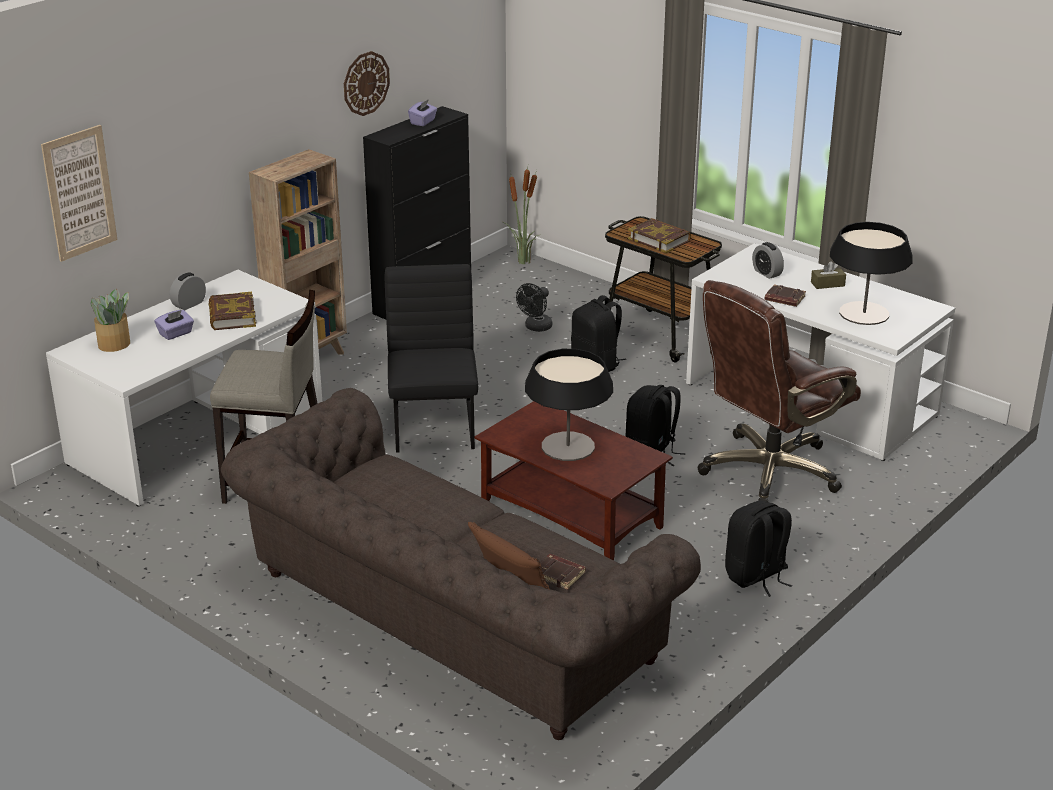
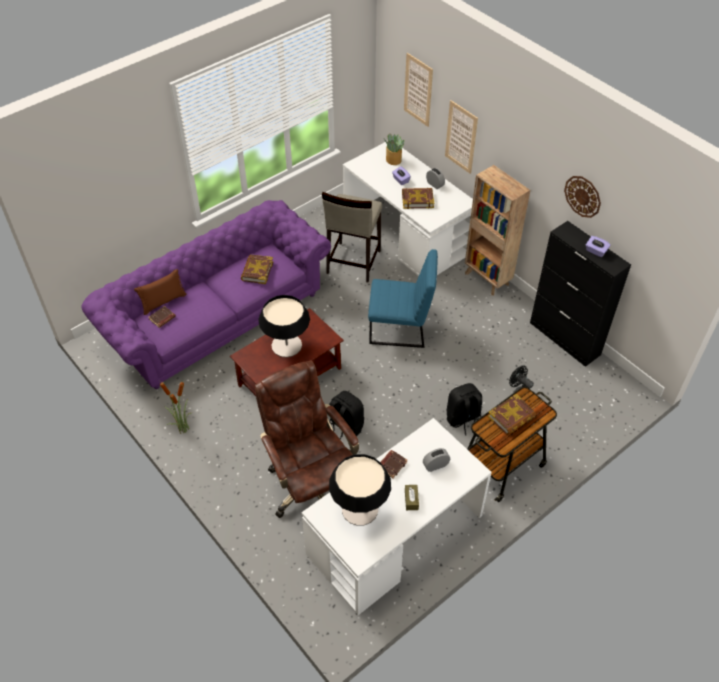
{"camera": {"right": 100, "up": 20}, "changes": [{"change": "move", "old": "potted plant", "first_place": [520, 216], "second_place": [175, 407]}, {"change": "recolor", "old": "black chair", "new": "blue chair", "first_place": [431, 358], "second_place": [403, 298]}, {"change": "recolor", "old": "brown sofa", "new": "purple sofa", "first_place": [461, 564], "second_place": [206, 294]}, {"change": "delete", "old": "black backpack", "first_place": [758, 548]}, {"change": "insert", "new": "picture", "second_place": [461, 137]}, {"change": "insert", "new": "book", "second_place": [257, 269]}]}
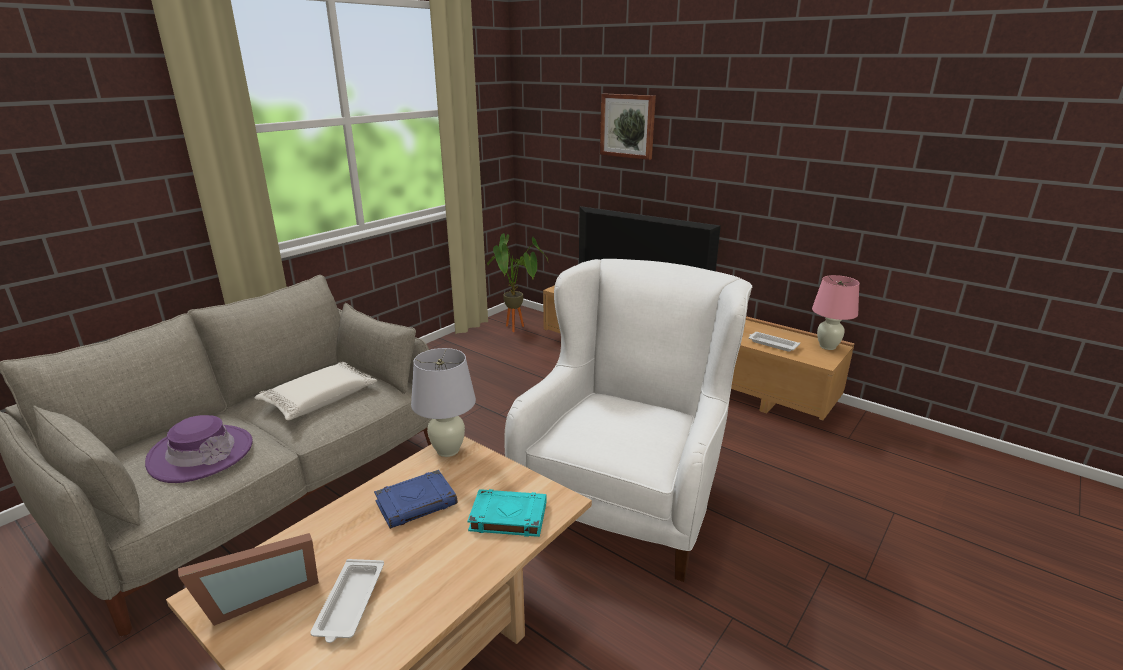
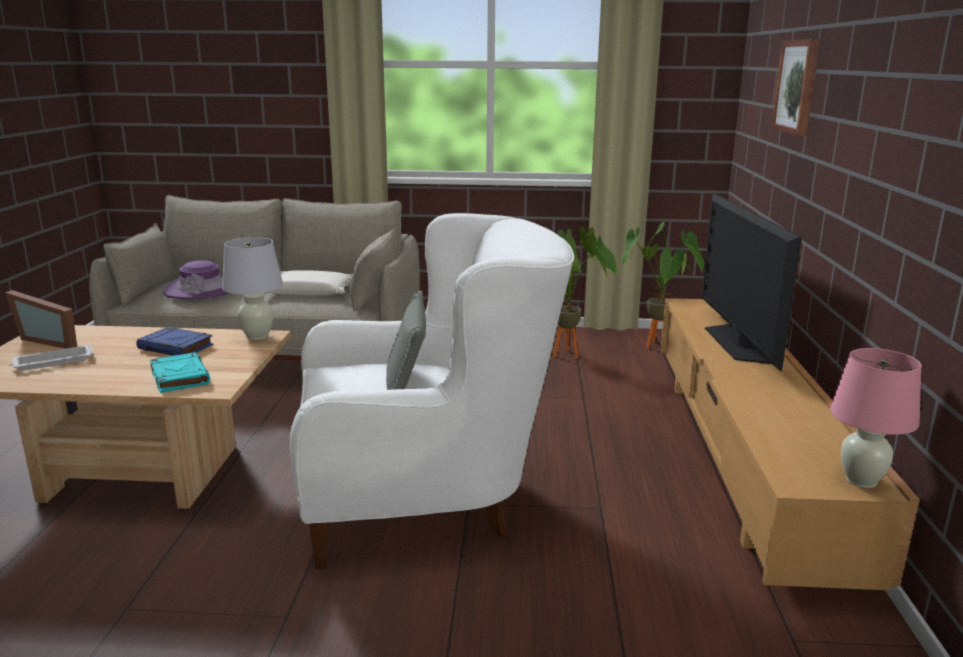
{"camera": {"right": 55, "up": -5}, "changes": [{"change": "delete", "old": "white tray", "first_place": [774, 342]}, {"change": "insert", "new": "potted plant", "second_place": [585, 293]}, {"change": "insert", "new": "grey pillow", "second_place": [406, 340]}]}
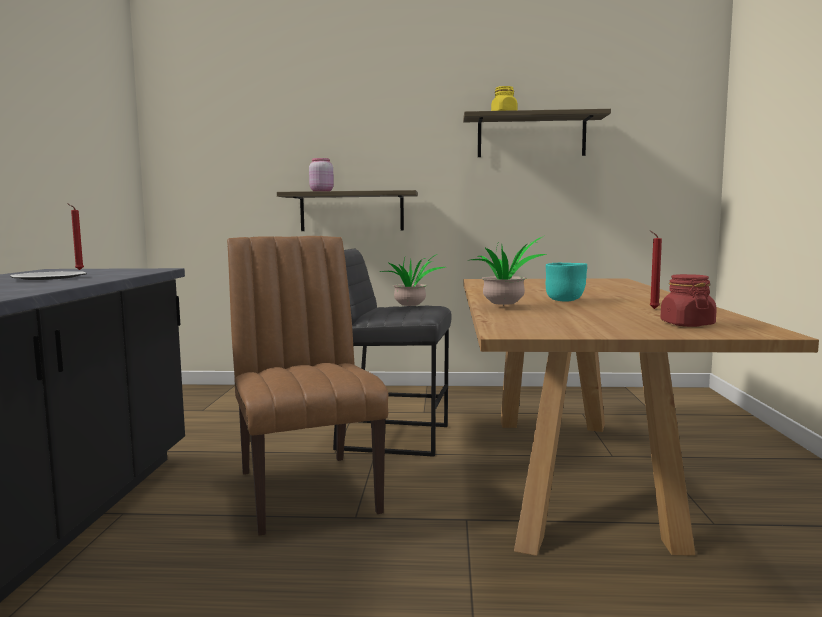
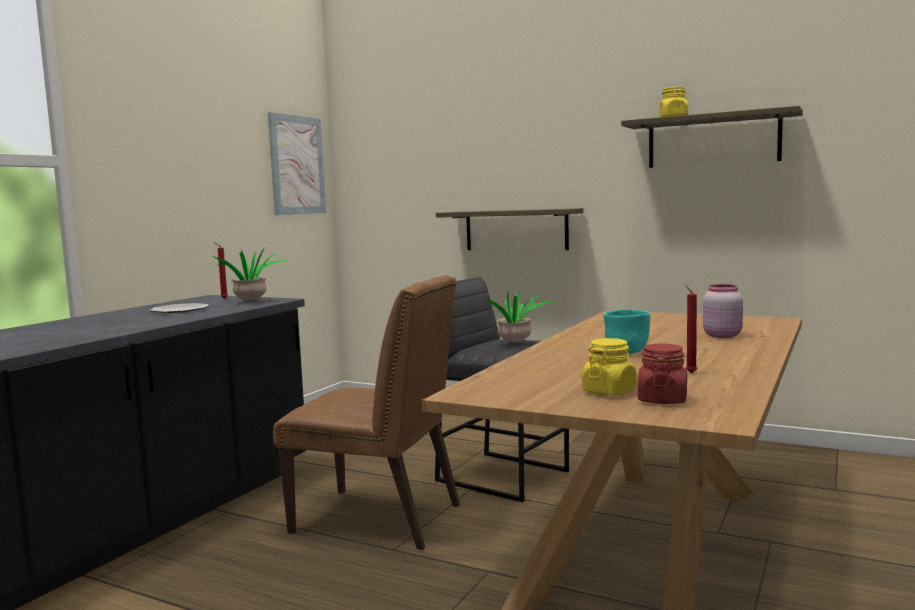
{"camera": {"right": 25, "up": 0}, "changes": [{"change": "move", "old": "pink jar", "first_place": [321, 174], "second_place": [723, 311]}, {"change": "rotate", "old": "brown chair", "first_place": [308, 386], "second_place": [366, 412], "degrees": 105}, {"change": "move", "old": "potted plant", "first_place": [507, 271], "second_place": [249, 275]}, {"change": "insert", "new": "picture", "second_place": [297, 163]}, {"change": "insert", "new": "yellow jar", "second_place": [609, 367]}]}
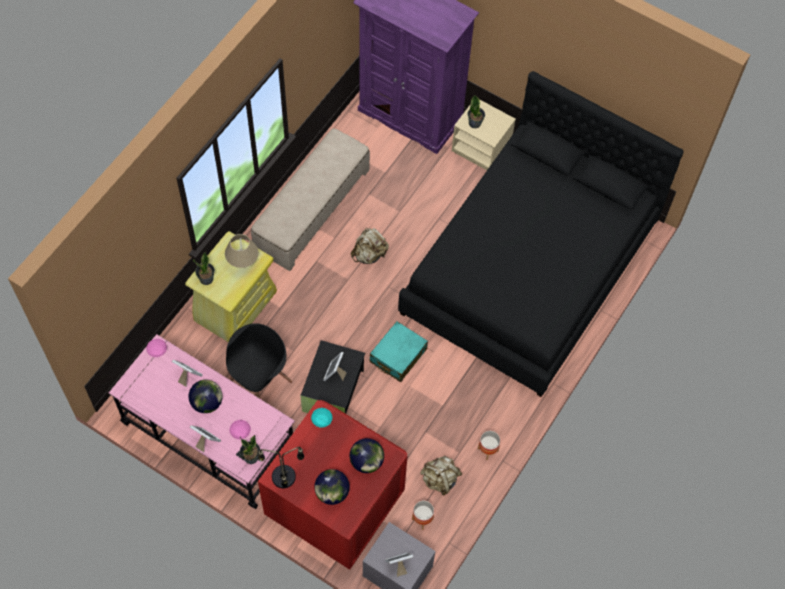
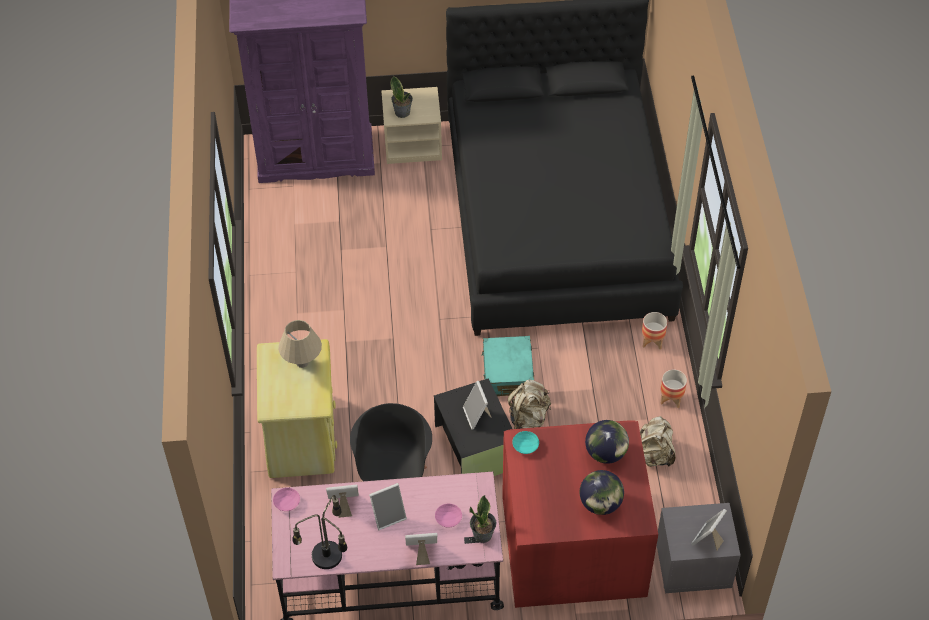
{"camera": {"right": -35, "up": -10}, "changes": [{"change": "delete", "old": "beige bench", "first_place": [310, 199]}, {"change": "move", "old": "beige backpack", "first_place": [370, 246], "second_place": [529, 404]}, {"change": "delete", "old": "potted plant", "first_place": [204, 268]}, {"change": "replace", "old": "globe", "new": "picture frame", "first_place": [206, 396], "second_place": [388, 506]}, {"change": "move", "old": "table lamp", "first_place": [281, 467], "second_place": [319, 532]}, {"change": "move", "old": "planter", "first_place": [423, 515], "second_place": [654, 330]}]}
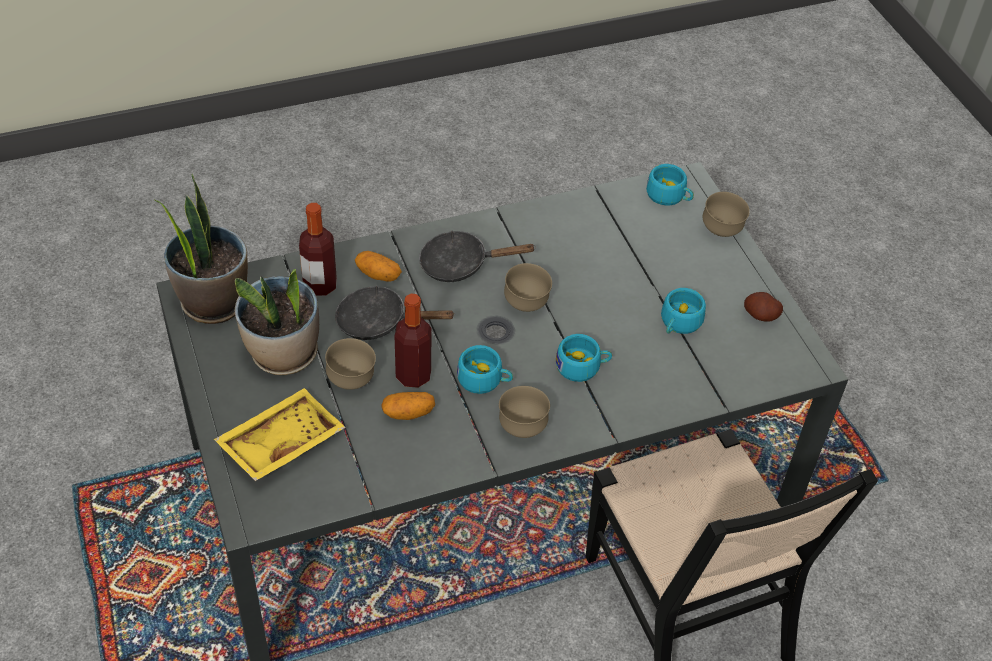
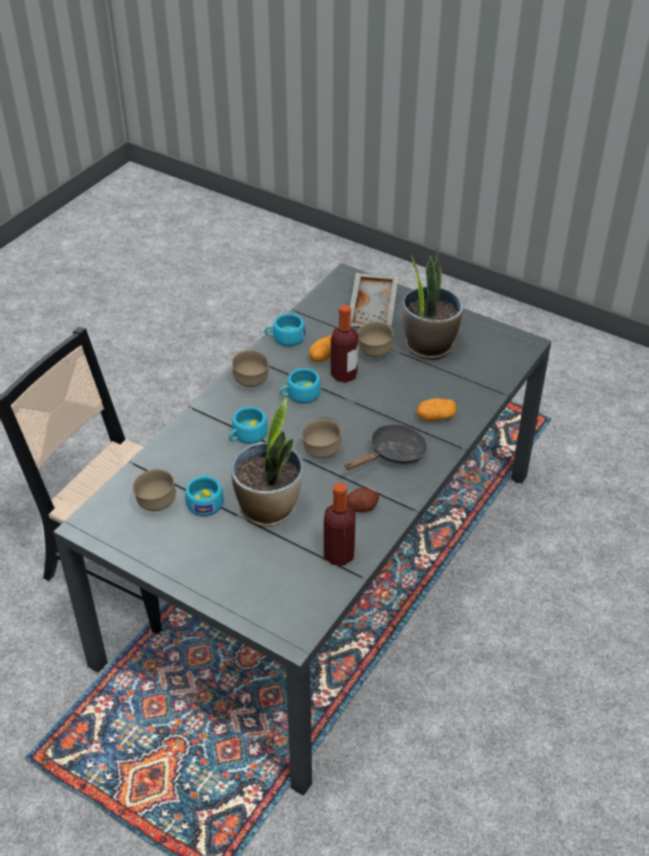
{"camera": {"right": 145, "up": -5}, "changes": [{"change": "move", "old": "turquoise cup", "first_place": [670, 184], "second_place": [285, 330]}, {"change": "move", "old": "potted plant", "first_place": [201, 249], "second_place": [267, 462]}, {"change": "move", "old": "brown bowl", "first_place": [726, 214], "second_place": [154, 490]}, {"change": "move", "old": "bottle", "first_place": [318, 249], "second_place": [340, 524]}, {"change": "delete", "old": "black frying pan", "first_place": [395, 312]}, {"change": "move", "old": "potato", "first_place": [763, 307], "second_place": [363, 500]}, {"change": "recolor", "old": "yellow tray", "new": "grey tray", "first_place": [280, 434], "second_place": [374, 300]}]}
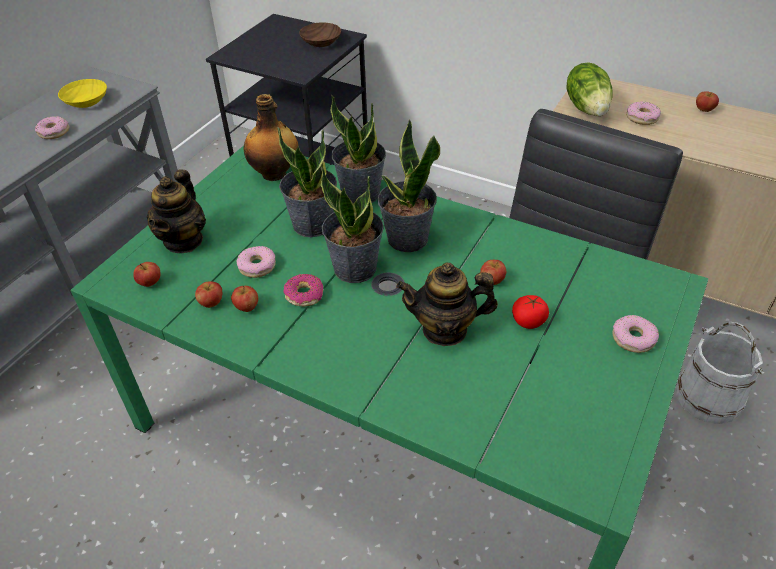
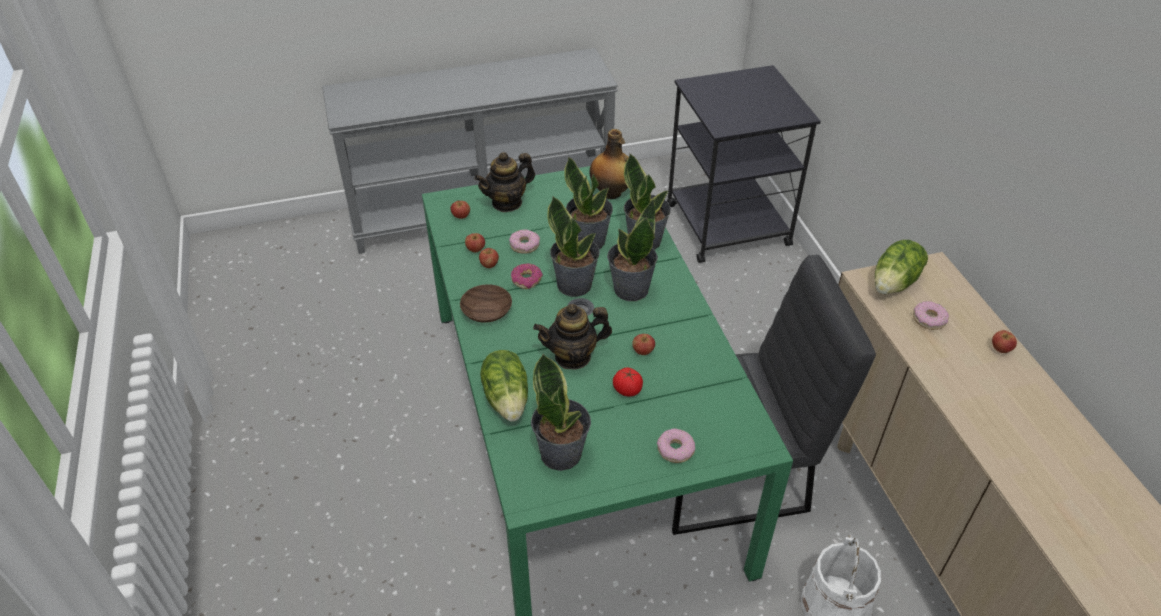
{"camera": {"right": 45, "up": 0}, "changes": [{"change": "move", "old": "brown bowl", "first_place": [320, 34], "second_place": [486, 303]}, {"change": "delete", "old": "yellow bowl", "first_place": [82, 93]}, {"change": "delete", "old": "donut", "first_place": [52, 127]}, {"change": "rotate", "old": "teapot", "first_place": [447, 304], "second_place": [572, 337], "degrees": -60}, {"change": "insert", "new": "lettuce", "second_place": [504, 386]}, {"change": "insert", "new": "potted plant", "second_place": [561, 412]}]}
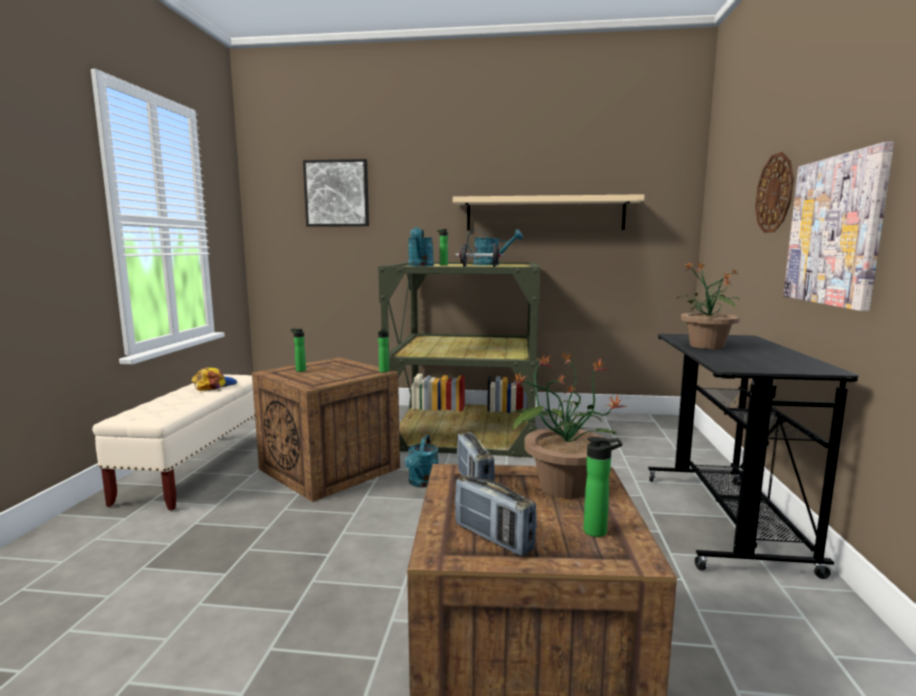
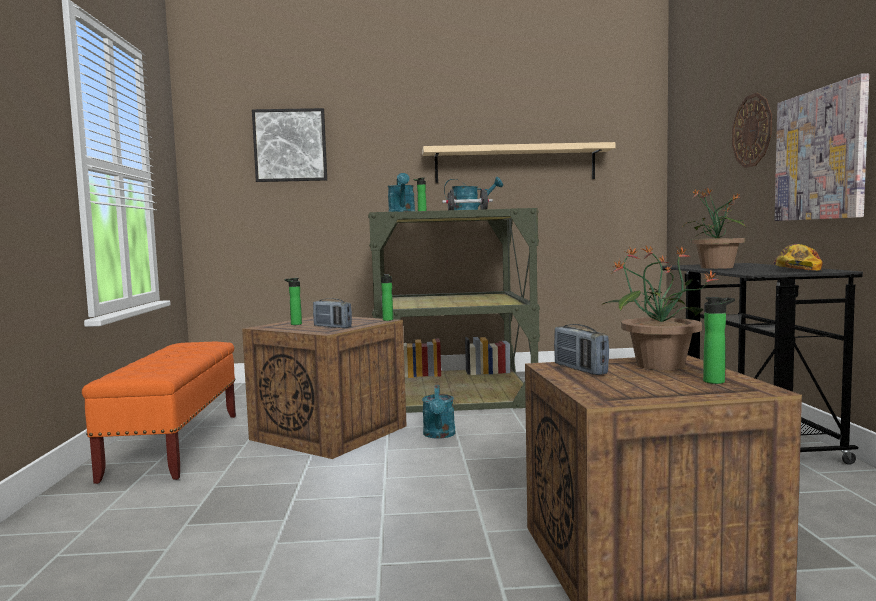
{"camera": {"right": -10, "up": -5}, "changes": [{"change": "move", "old": "cap", "first_place": [214, 379], "second_place": [798, 257]}, {"change": "recolor", "old": "beige bench", "new": "orange bench", "first_place": [173, 442], "second_place": [159, 413]}, {"change": "move", "old": "radio", "first_place": [495, 515], "second_place": [332, 313]}]}
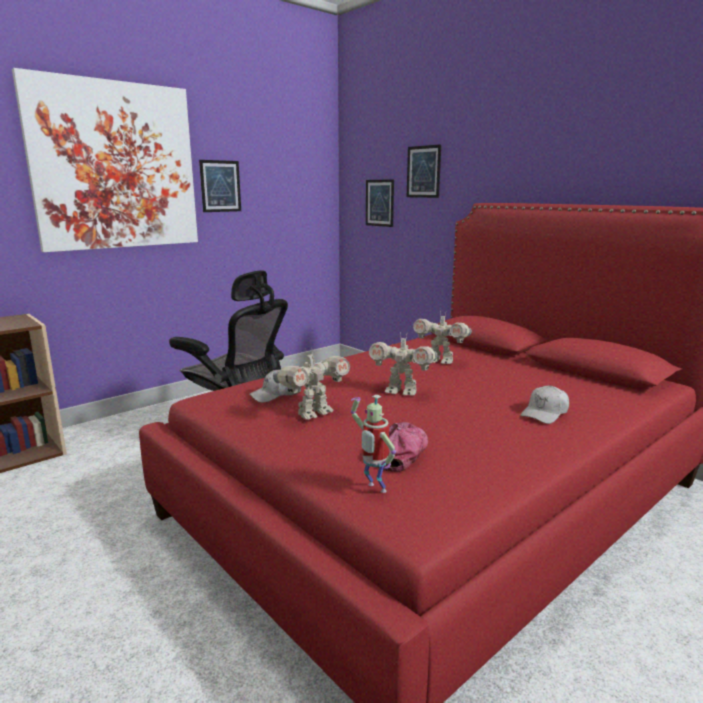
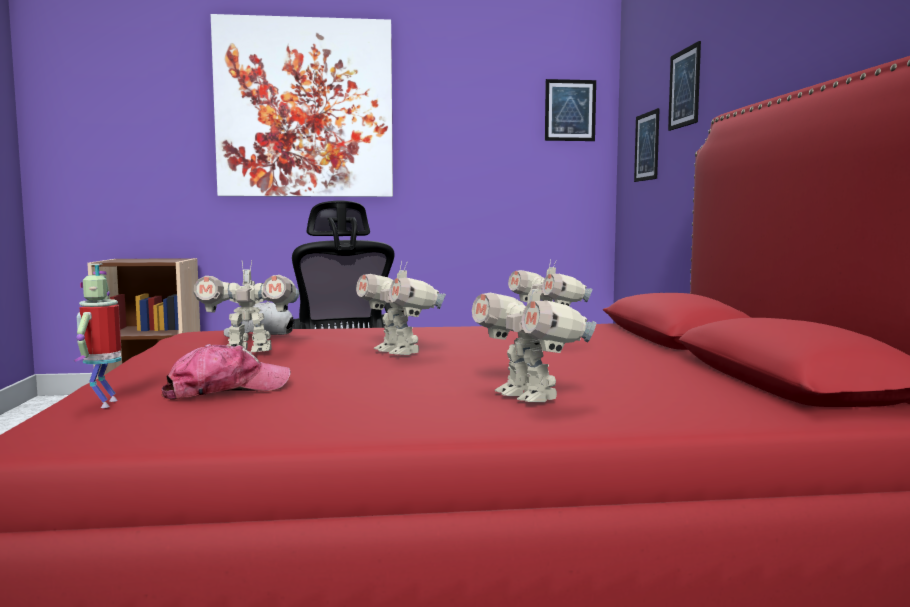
{"camera": {"right": 35, "up": -10}, "changes": [{"change": "move", "old": "picture", "first_place": [220, 186], "second_place": [570, 110]}, {"change": "replace", "old": "white cap", "new": "toy robot", "first_place": [545, 405], "second_place": [534, 339]}]}
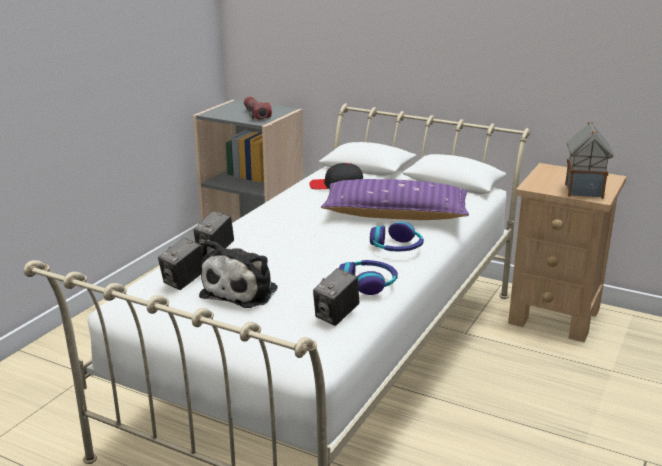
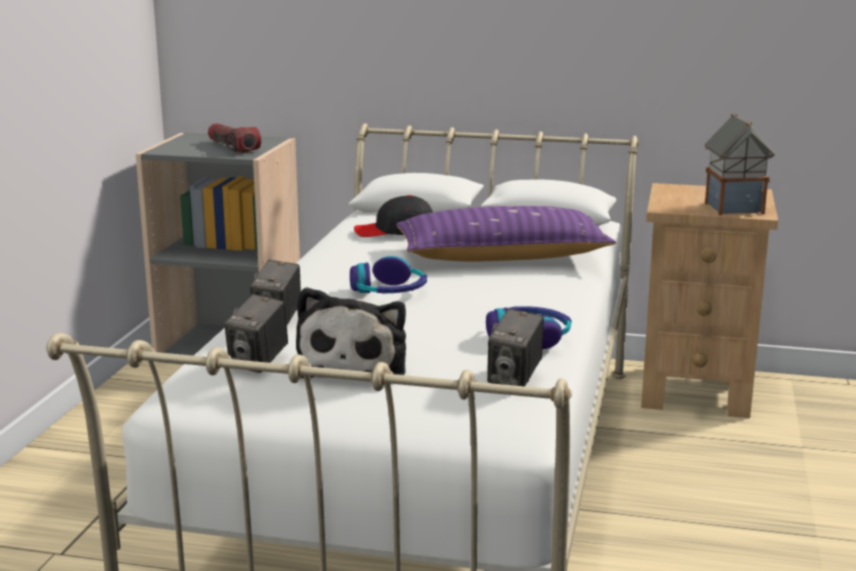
{"camera": {"right": -15, "up": -5}, "changes": [{"change": "move", "old": "headphones", "first_place": [397, 236], "second_place": [388, 275]}]}
